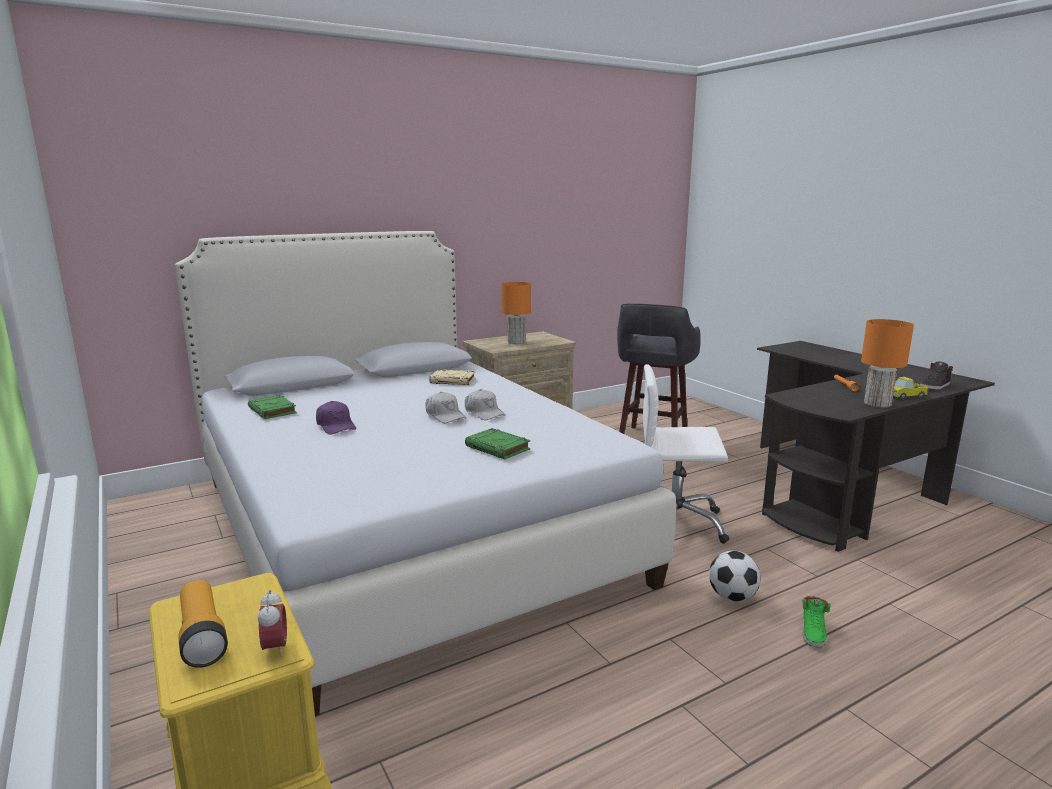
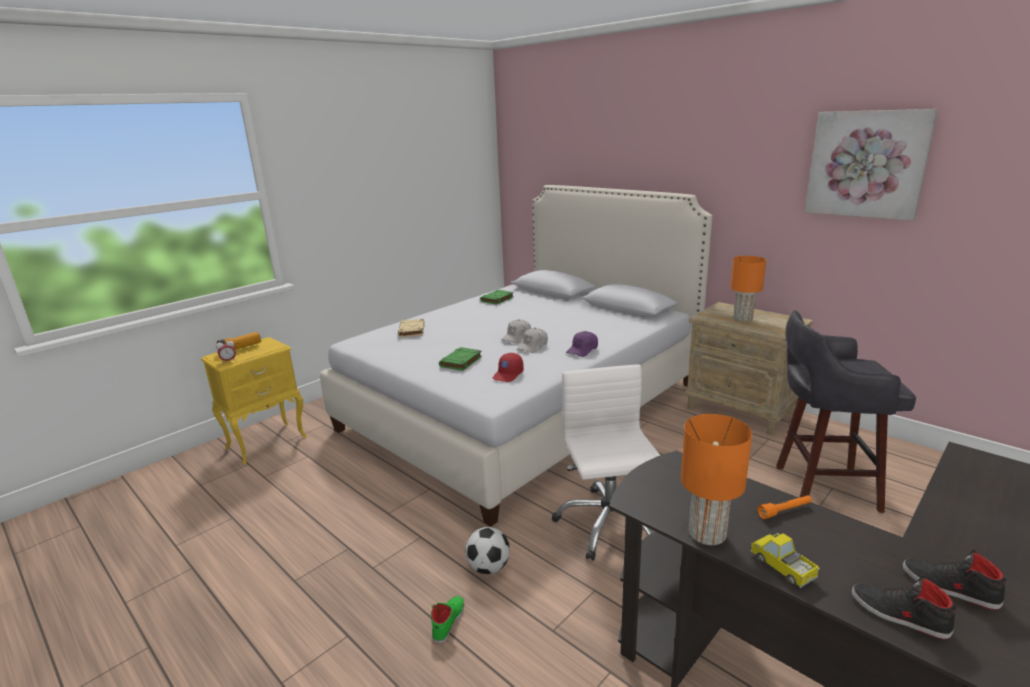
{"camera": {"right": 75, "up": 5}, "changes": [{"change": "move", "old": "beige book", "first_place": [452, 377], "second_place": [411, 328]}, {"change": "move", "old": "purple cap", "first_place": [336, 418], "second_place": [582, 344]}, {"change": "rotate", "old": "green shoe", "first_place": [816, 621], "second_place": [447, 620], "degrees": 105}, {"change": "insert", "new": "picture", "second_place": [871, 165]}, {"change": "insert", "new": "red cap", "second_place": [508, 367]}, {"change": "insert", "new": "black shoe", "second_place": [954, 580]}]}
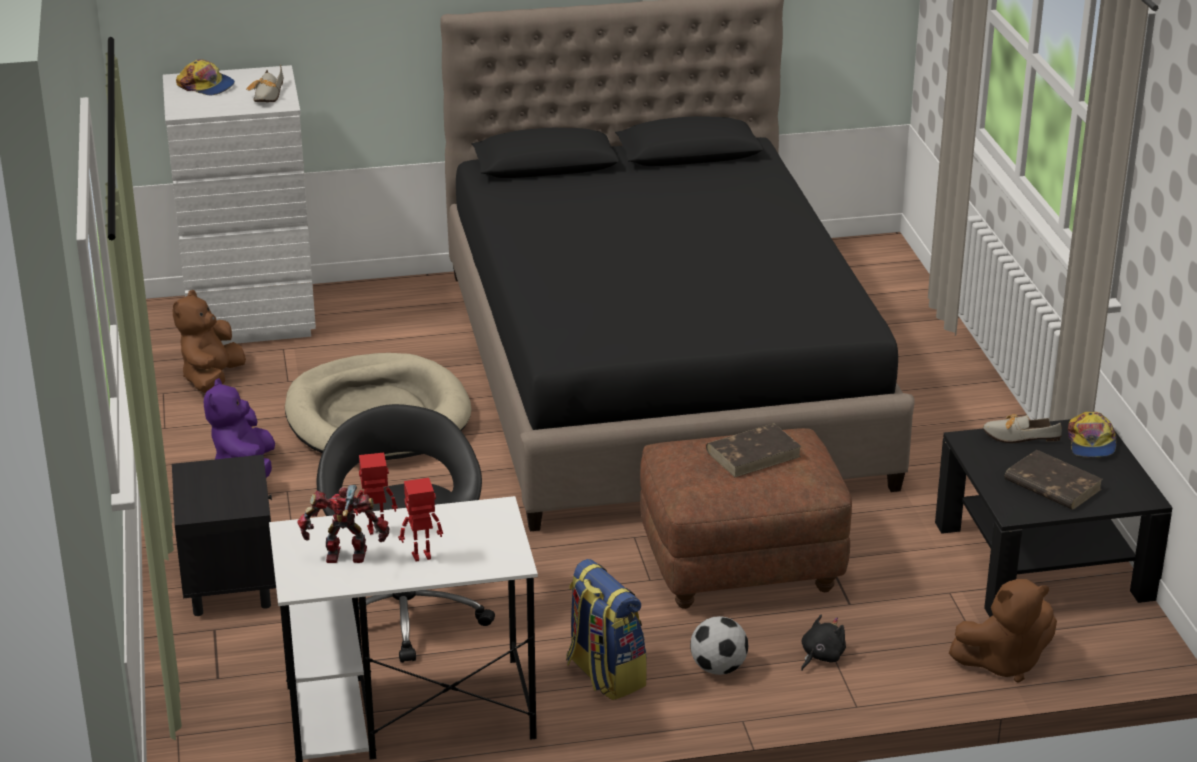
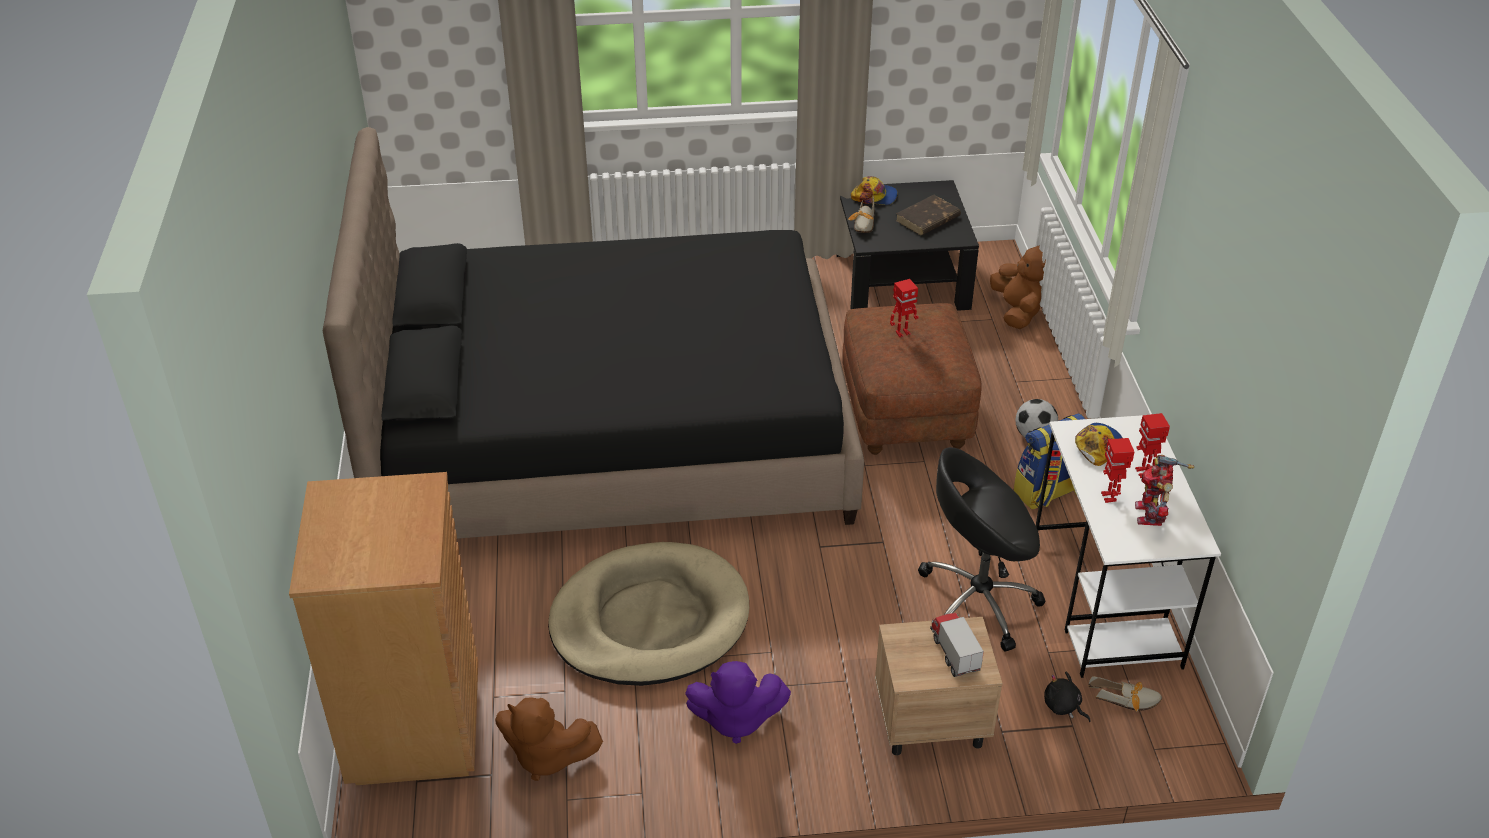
{"camera": {"right": -85, "up": 10}, "changes": [{"change": "move", "old": "cap", "first_place": [205, 77], "second_place": [1098, 444]}, {"change": "move", "old": "shoe", "first_place": [264, 83], "second_place": [1125, 694]}, {"change": "recolor", "old": "white dresser", "new": "brown dresser", "first_place": [239, 205], "second_place": [383, 628]}, {"change": "replace", "old": "brown book", "new": "toy robot", "first_place": [754, 450], "second_place": [904, 308]}, {"change": "recolor", "old": "black nightstand", "new": "beige nightstand", "first_place": [224, 535], "second_place": [939, 686]}, {"change": "move", "old": "black plush toy", "first_place": [823, 643], "second_place": [1067, 697]}, {"change": "insert", "new": "toy truck", "second_place": [957, 645]}]}
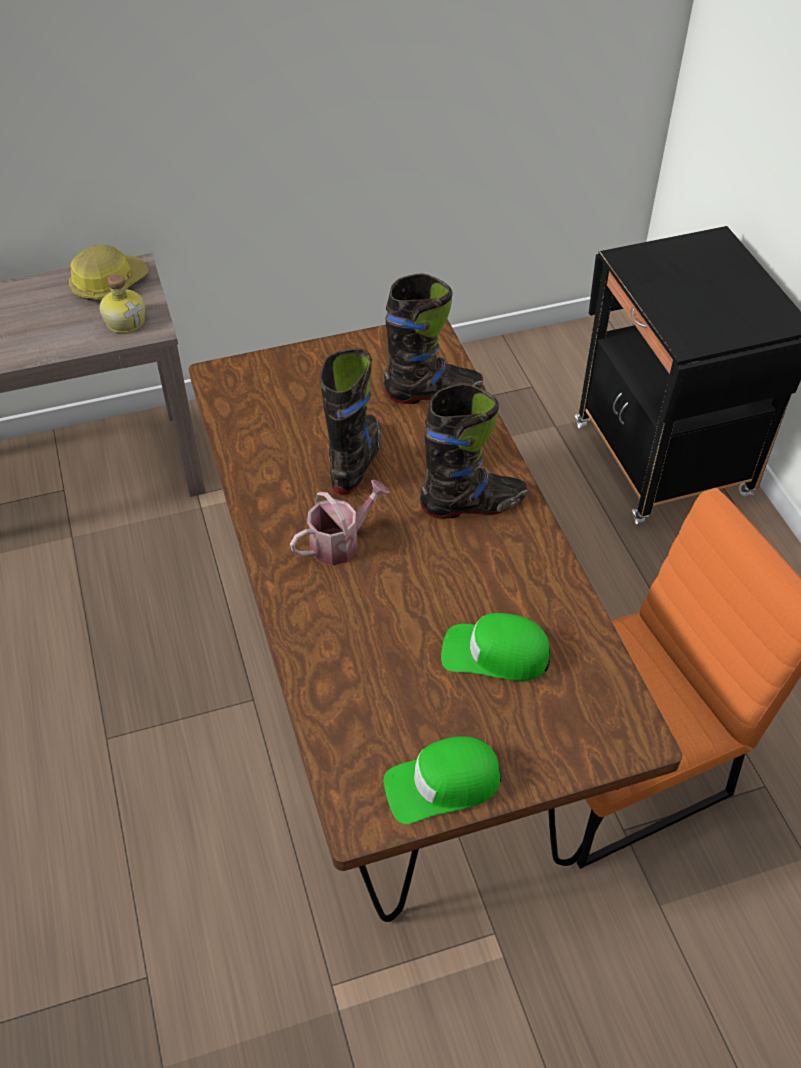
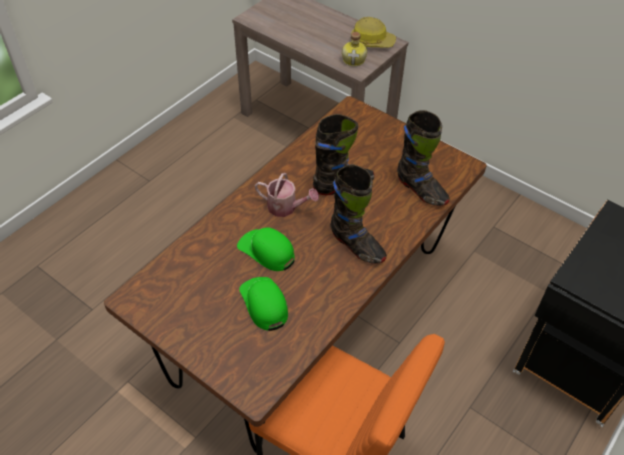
{"camera": {"right": 55, "up": 0}, "changes": [{"change": "move", "old": "green cap", "first_place": [442, 780], "second_place": [266, 249]}]}
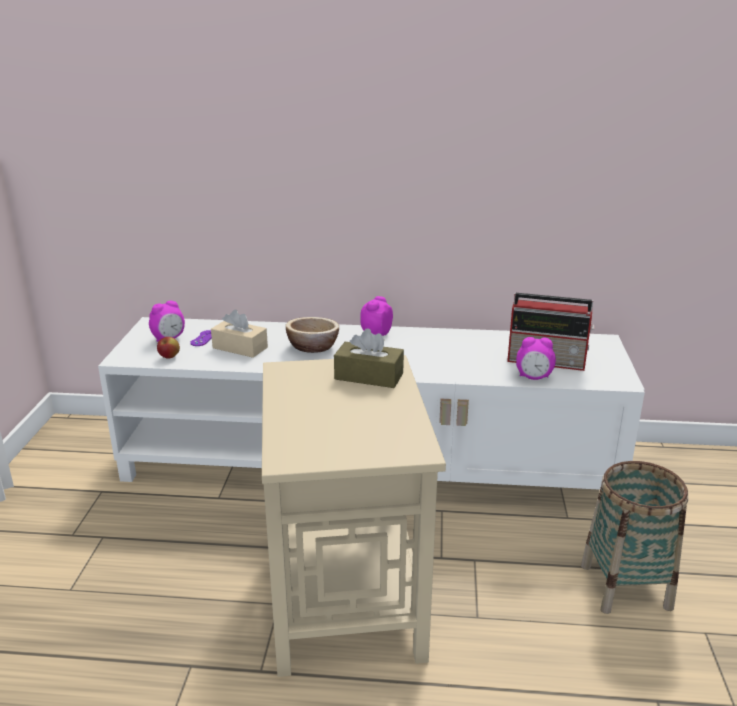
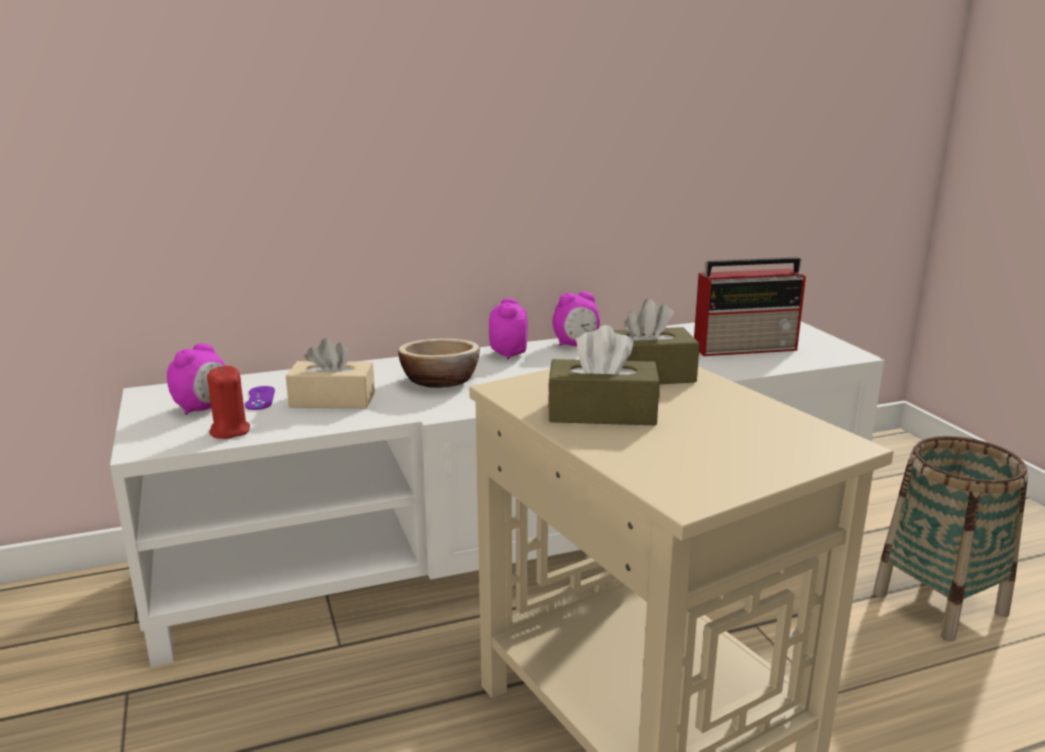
{"camera": {"right": -25, "up": -5}, "changes": [{"change": "replace", "old": "apple", "new": "red candle", "first_place": [168, 348], "second_place": [228, 402]}, {"change": "move", "old": "alarm clock", "first_place": [536, 358], "second_place": [576, 318]}, {"change": "insert", "new": "brown tissue box", "second_place": [604, 375]}]}
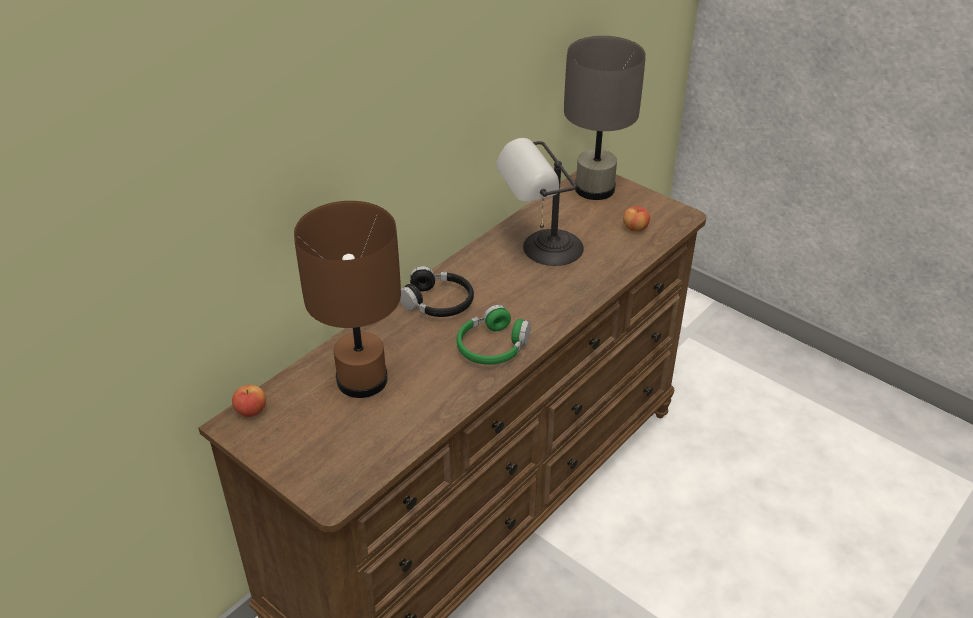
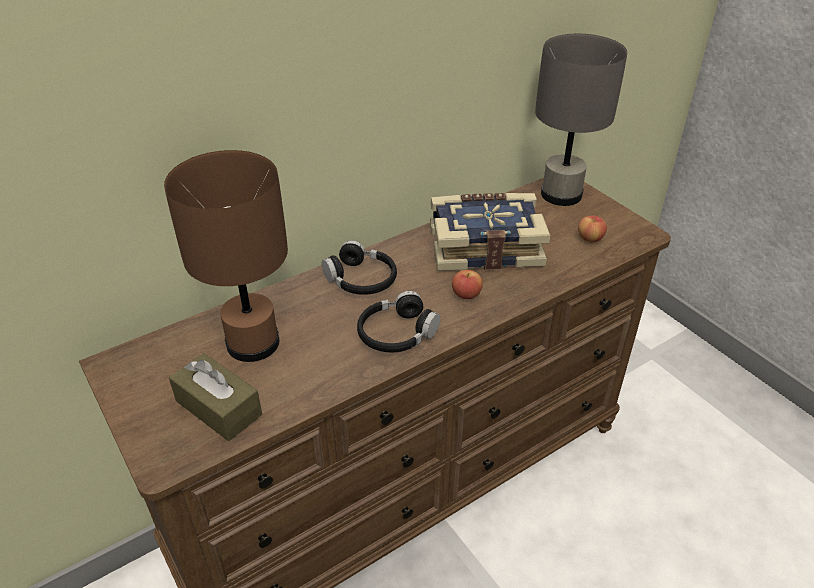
{"camera": {"right": 15, "up": 0}, "changes": [{"change": "replace", "old": "table lamp", "new": "book", "first_place": [540, 202], "second_place": [490, 232]}, {"change": "recolor", "old": "green headphones", "new": "black headphones", "first_place": [494, 335], "second_place": [399, 321]}, {"change": "move", "old": "apple", "first_place": [249, 401], "second_place": [467, 284]}, {"change": "insert", "new": "brown tissue box", "second_place": [215, 397]}]}
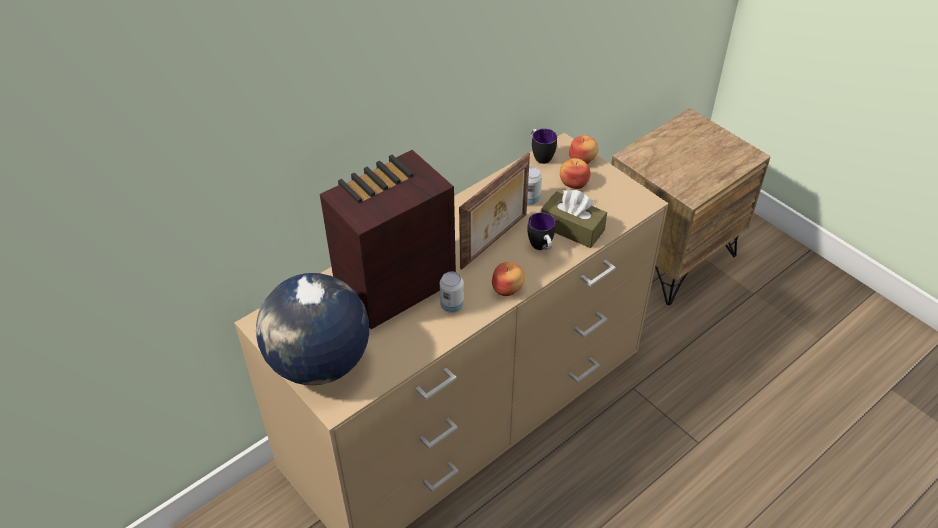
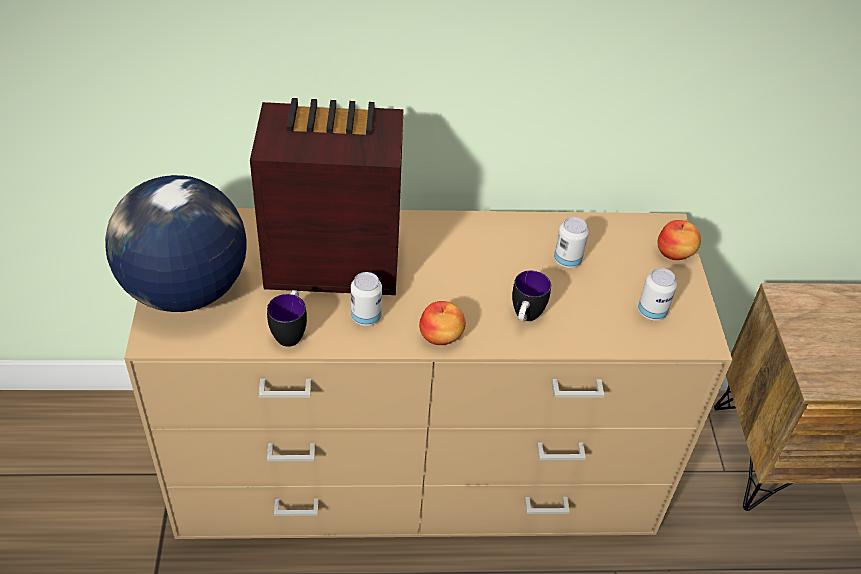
{"camera": {"right": 35, "up": 0}, "changes": [{"change": "move", "old": "mug", "first_place": [544, 146], "second_place": [287, 318]}, {"change": "delete", "old": "picture frame", "first_place": [494, 211]}, {"change": "delete", "old": "apple", "first_place": [575, 173]}, {"change": "delete", "old": "brown tissue box", "first_place": [574, 219]}, {"change": "insert", "new": "can", "second_place": [657, 294]}]}
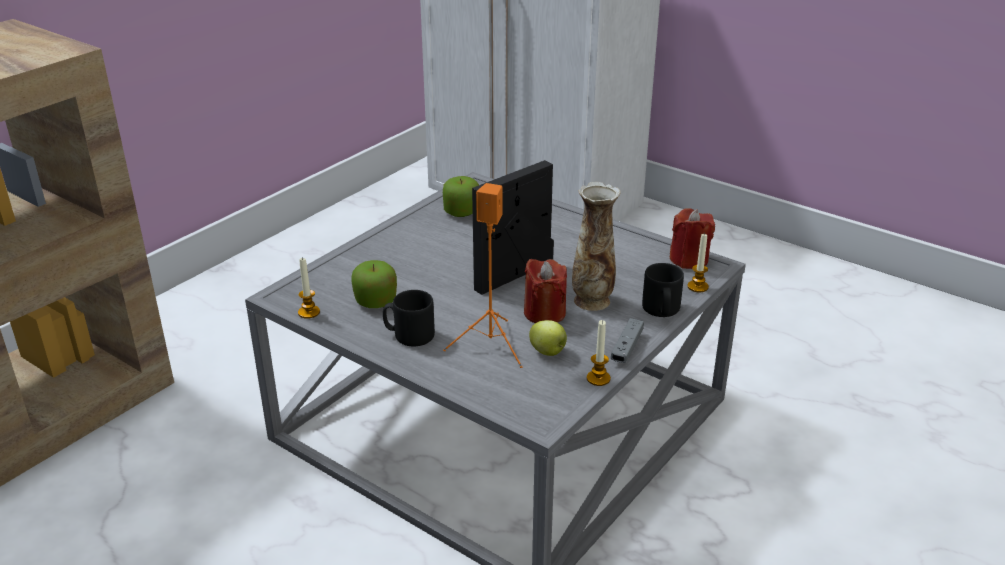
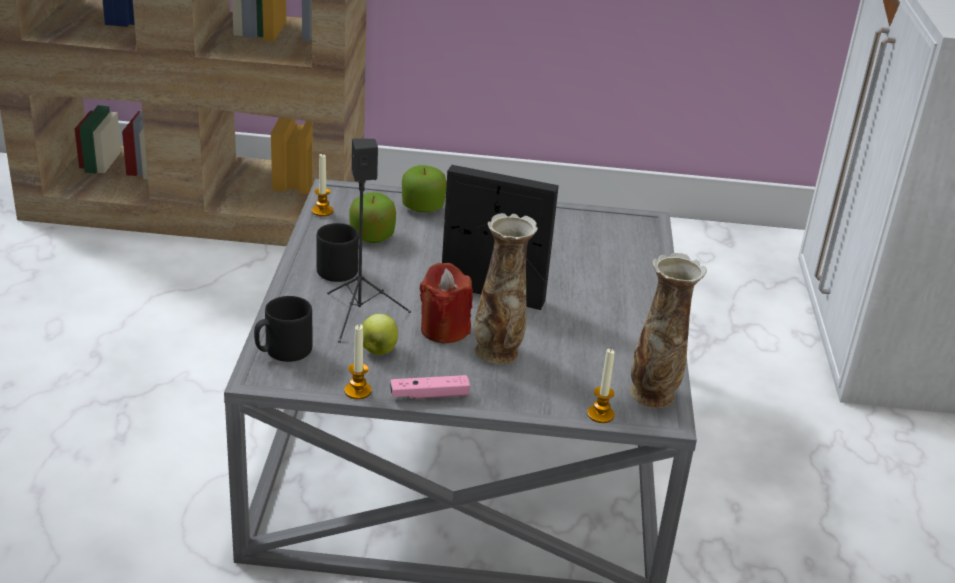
{"camera": {"right": 55, "up": 0}, "changes": [{"change": "move", "old": "apple", "first_place": [461, 196], "second_place": [424, 188]}, {"change": "recolor", "old": "orange speaker", "new": "black speaker", "first_place": [483, 275], "second_place": [369, 240]}, {"change": "replace", "old": "red candle", "new": "vase", "first_place": [692, 238], "second_place": [668, 330]}, {"change": "move", "old": "black mug", "first_place": [663, 290], "second_place": [283, 329]}, {"change": "recolor", "old": "grey game controller", "new": "pink game controller", "first_place": [627, 340], "second_place": [430, 387]}]}
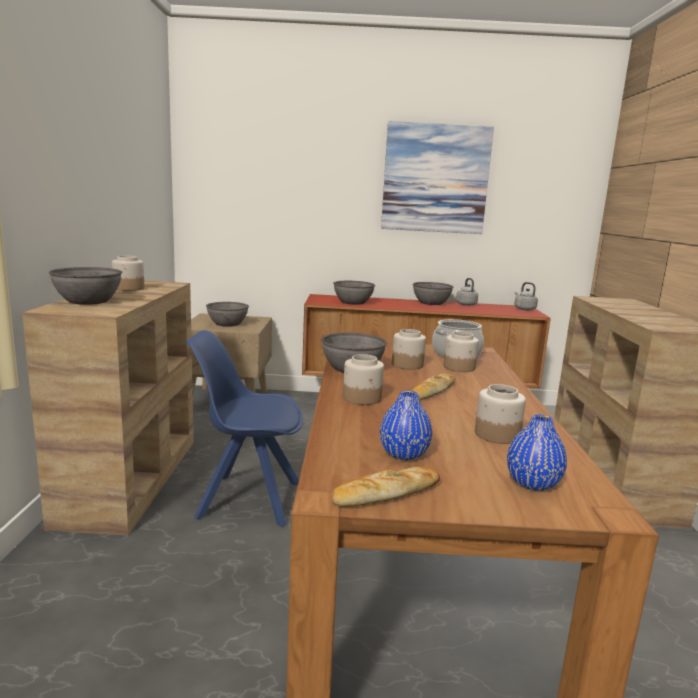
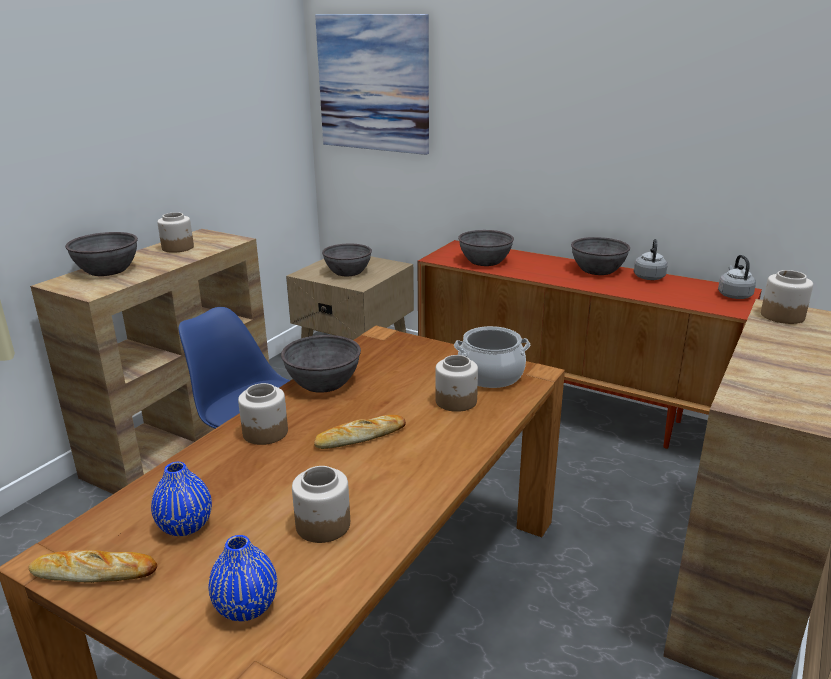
{"camera": {"right": 30, "up": 10}, "changes": [{"change": "move", "old": "picture", "first_place": [437, 177], "second_place": [372, 84]}, {"change": "move", "old": "jar", "first_place": [409, 349], "second_place": [787, 297]}]}
